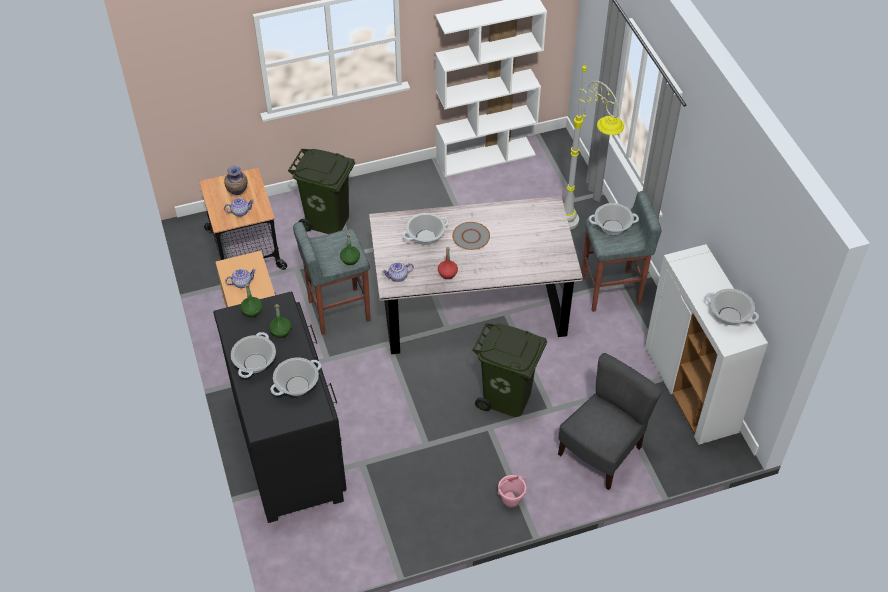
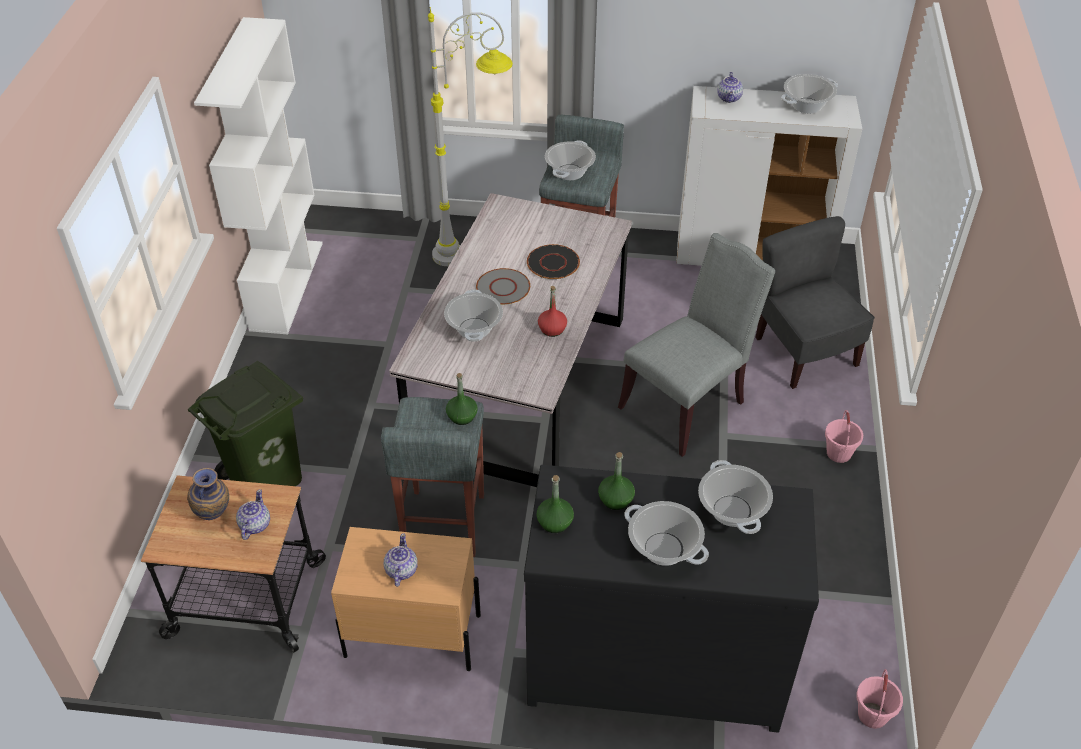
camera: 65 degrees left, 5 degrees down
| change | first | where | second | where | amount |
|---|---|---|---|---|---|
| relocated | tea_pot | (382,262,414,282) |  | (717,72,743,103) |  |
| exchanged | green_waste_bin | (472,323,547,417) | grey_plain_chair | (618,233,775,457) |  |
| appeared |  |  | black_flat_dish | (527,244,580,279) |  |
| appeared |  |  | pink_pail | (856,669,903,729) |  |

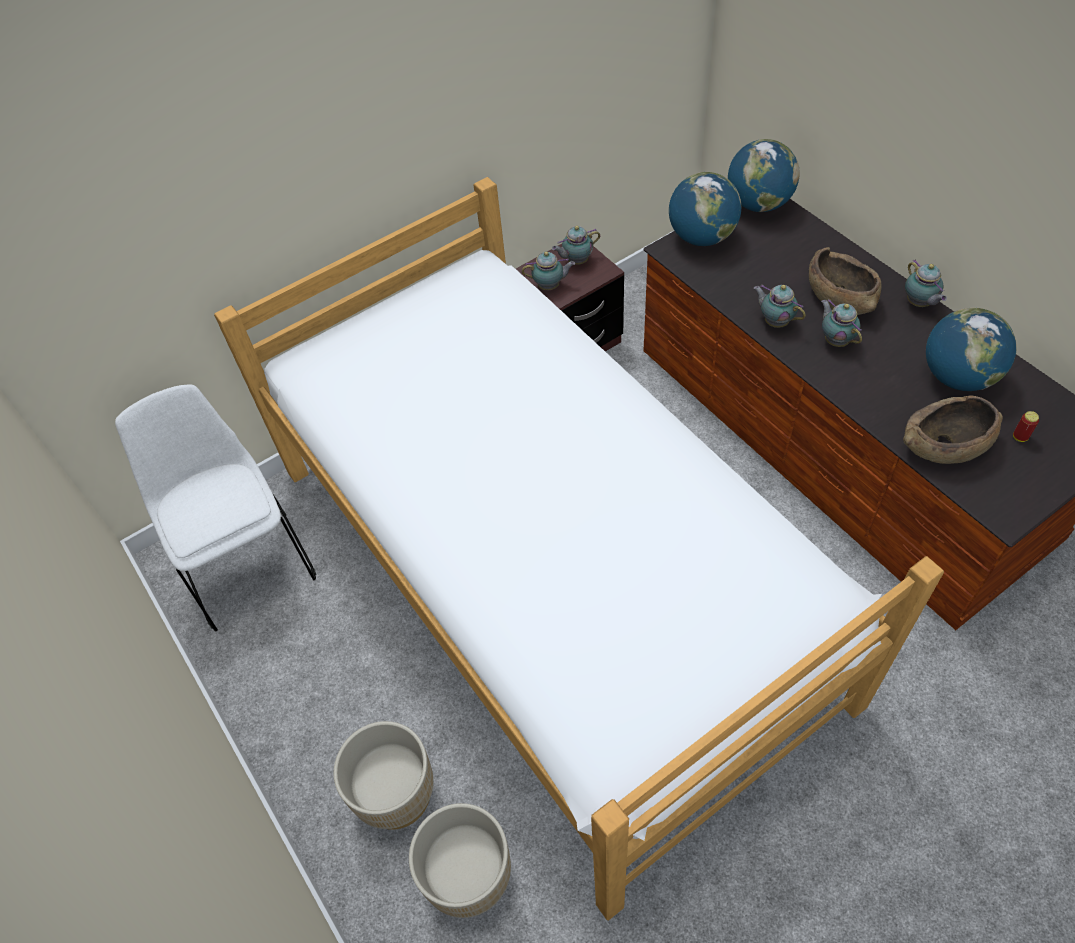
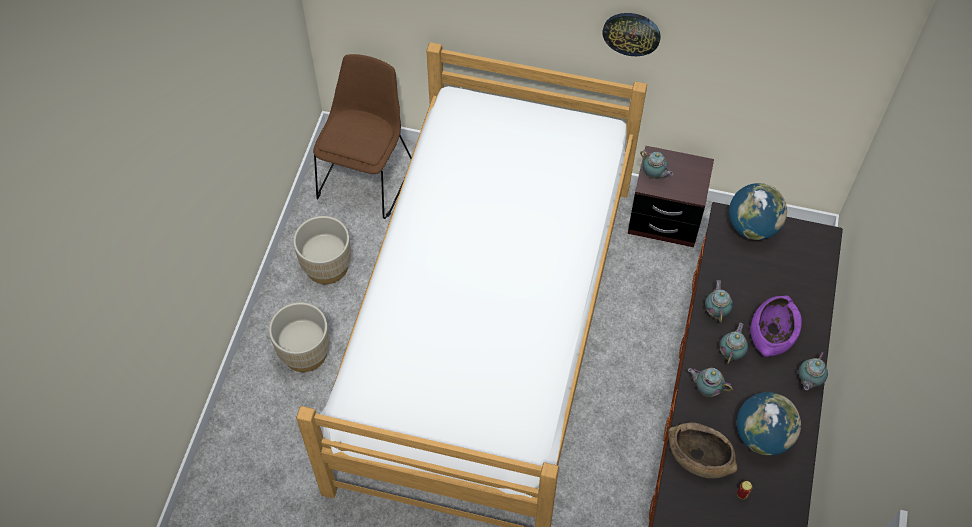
camera: 45 degrees right, 5 degrees up
| change | first | where | second | where | amount |
|---|---|---|---|---|---|
| colour | whitish_plain_chair | (115,384,316,631) | brown-coloured_plain_chair | (313,54,412,219) |  |
| relocated | sand-coloured_planter | (409,803,511,918) |  | (293,216,351,284) |  |
| relocated | tea_pot | (552,226,600,265) |  | (688,368,733,397) |  |
| missing | world_globe | (728,139,800,212) |  |  |  |
| colour | brown-coloured_serving_bowl | (809,247,882,315) | purple_serving_bowl | (750,295,802,357) |  |
| appeared |  |  | wall_clock | (603,13,660,56) |  |

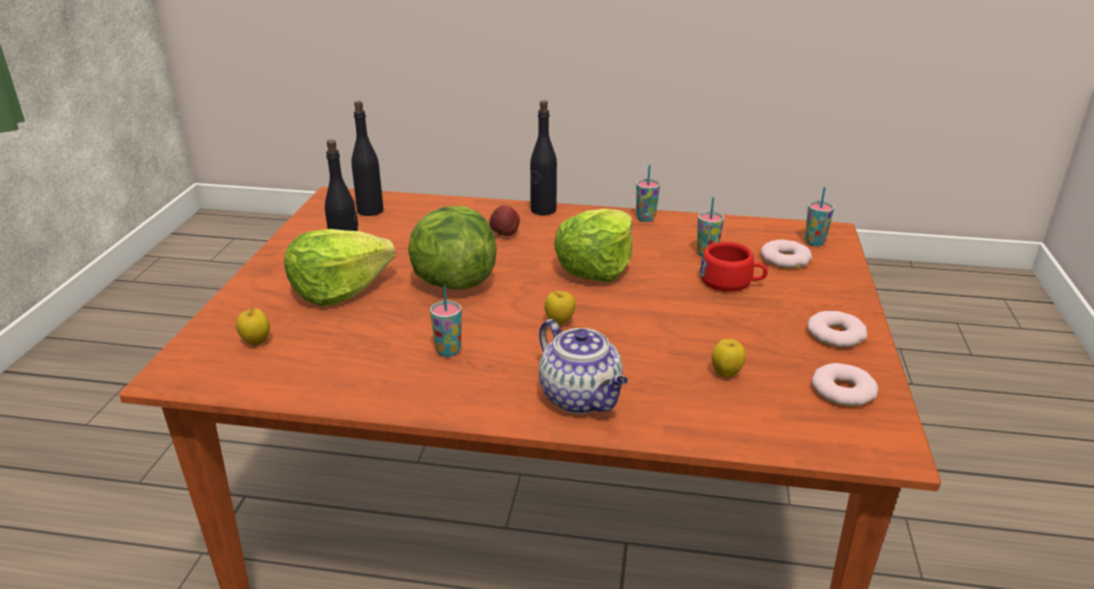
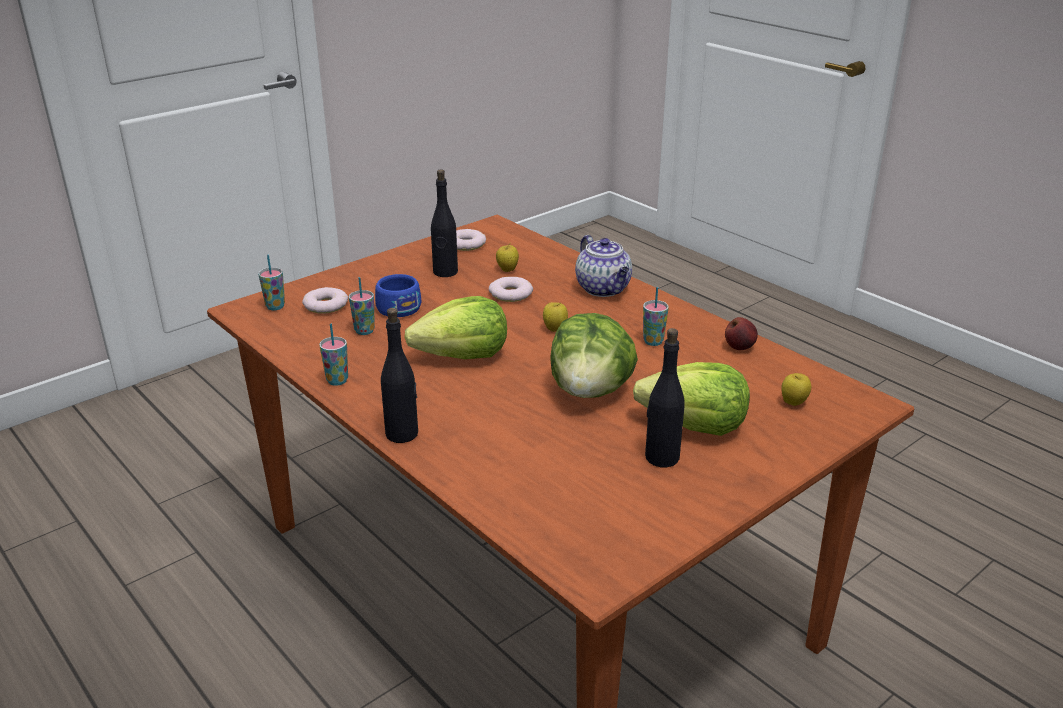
camera: 140 degrees left, 0 degrees up
| change | first | where | second | where | amount |
|---|---|---|---|---|---|
| relocated | black_bottle | (351,101,383,216) |  | (431,170,458,277) |  |
| relocated | whole_apple | (489,205,520,236) |  | (725,317,758,350) |  |
| spun | tea_pot | (539,319,628,414) |  | (575,235,632,297) | 150 degrees clockwise |
| colour | red-coloured_cup | (700,242,768,292) | blue-coloured_cup | (375,274,422,317) |  |
| relocated | donut | (807,311,867,347) |  | (489,277,533,302) |  |

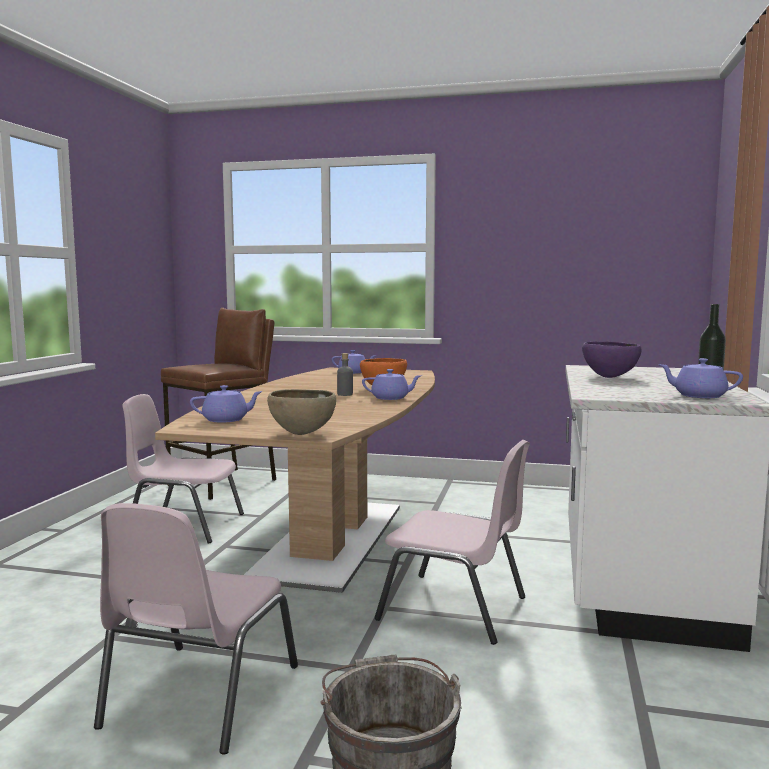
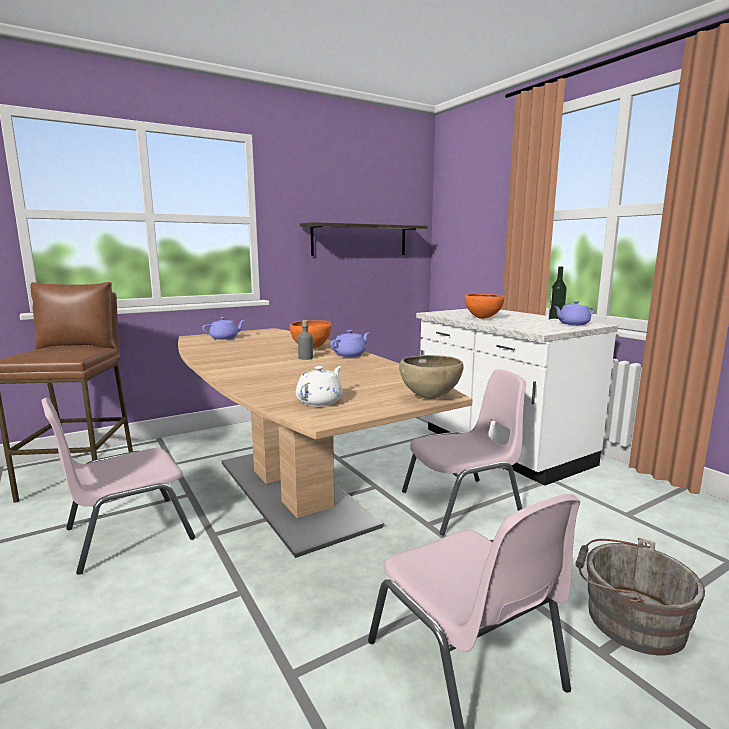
camera: 45 degrees left, 5 degrees up
| change | first | where | second | where | amount |
|---|---|---|---|---|---|
| colour | purple_tea_pot | (190,385,263,423) | whitish_tea_pot | (296,366,343,407) |  |
| colour | purple_serving_bowl | (582,341,641,378) | orangey_serving_bowl | (465,294,504,319) |  |
| appeared |  |  | wall_shelf | (300,222,428,256) |  |

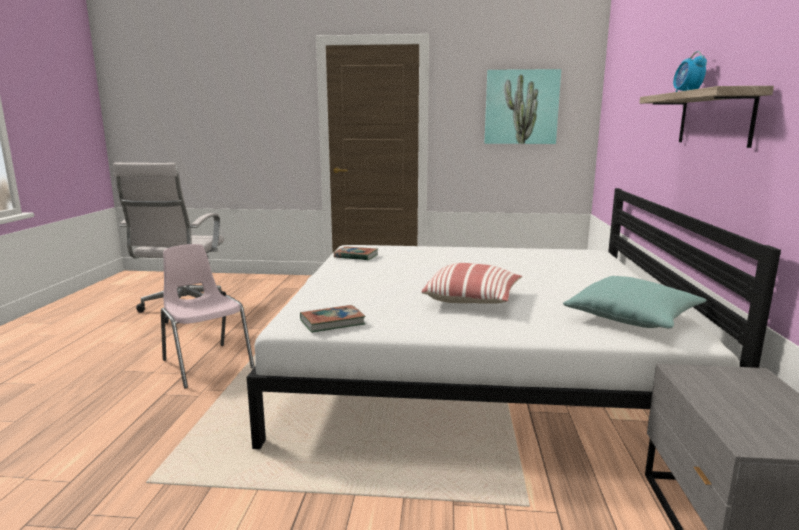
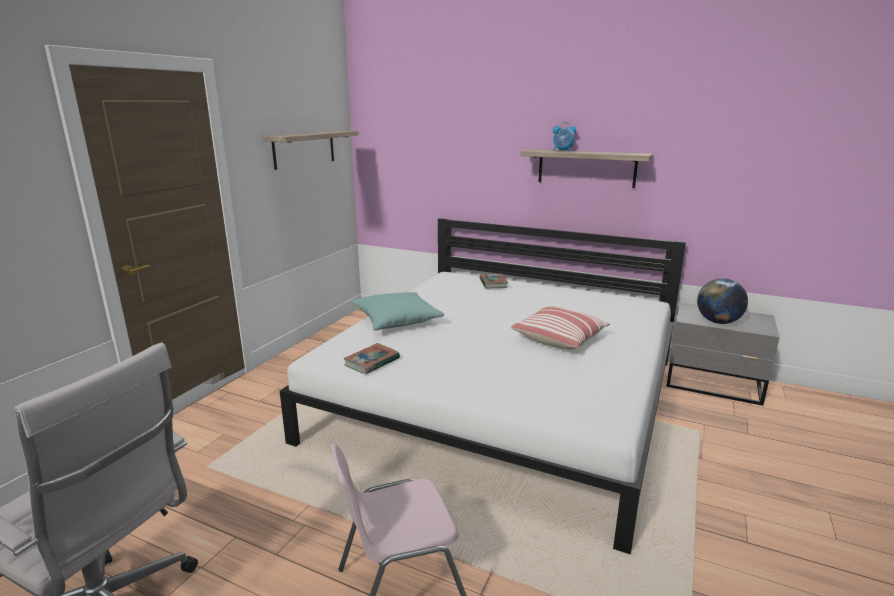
camera: 70 degrees left, 5 degrees up
| change | first | where | second | where | amount |
|---|---|---|---|---|---|
| relocated | book | (300,305,366,333) |  | (479,273,508,289) |  |
| exchanged | picture | (484,69,561,144) | wall_shelf | (262,131,359,170) |  |
| relocated | turquoise-coloured_cushion | (563,276,707,329) |  | (352,292,444,330) |  |
| appeared |  |  | world_globe | (697,278,748,324) |  |

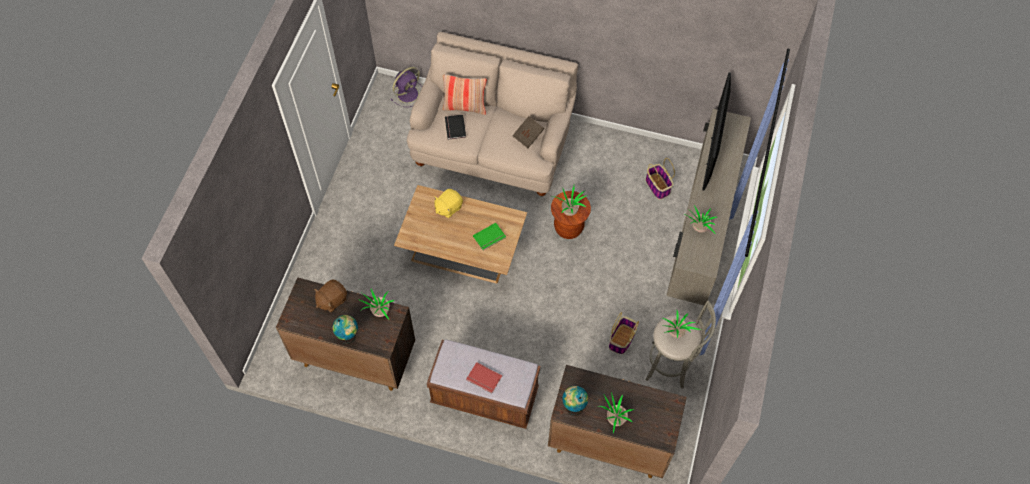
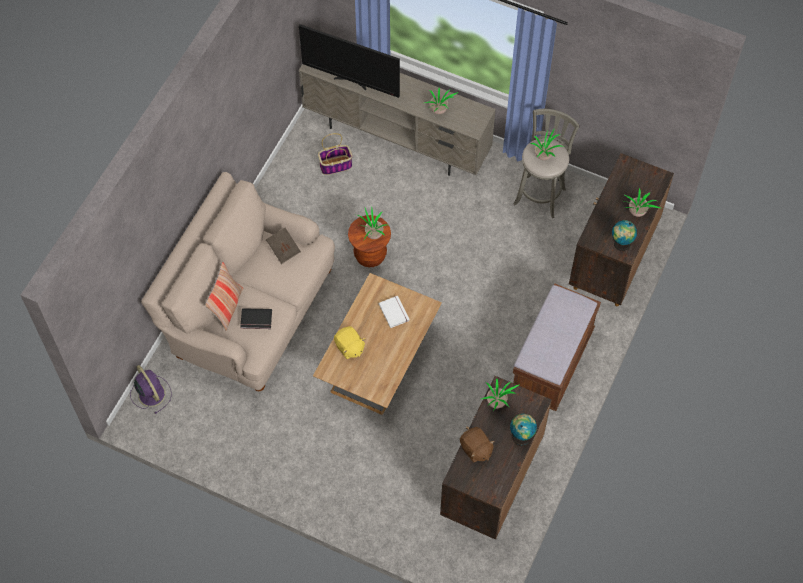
camera: 80 degrees left, 0 degrees up
| change | first | where | second | where | amount |
|---|---|---|---|---|---|
| missing | red-coloured_book | (466,362,502,393) |  |  |  |
| colour | green_book | (473,223,506,250) | whitish_book | (378,296,410,328) |  |
| missing | household_basket | (609,312,639,354) |  |  |  |

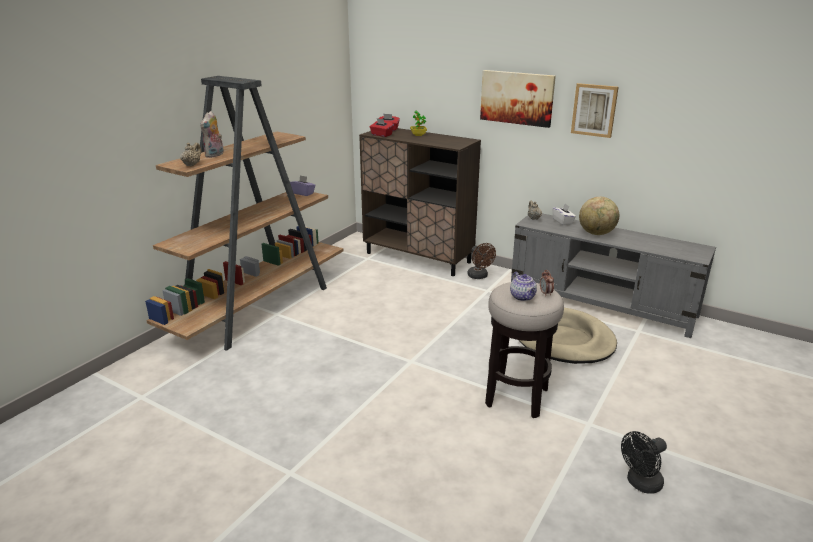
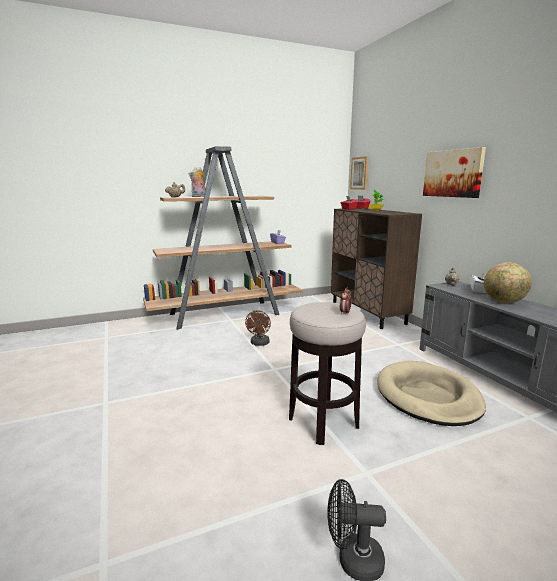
camera: 35 degrees right, 10 degrees down
| change | first | where | second | where | amount |
|---|---|---|---|---|---|
| relocated | brown-coloured_cooling_fan | (467,243,496,279) |  | (245,310,271,346) |  |
| missing | tea_pot | (510,272,537,301) |  |  |  |
| relocated | picture | (571,83,619,138) |  | (350,156,369,190) |  |

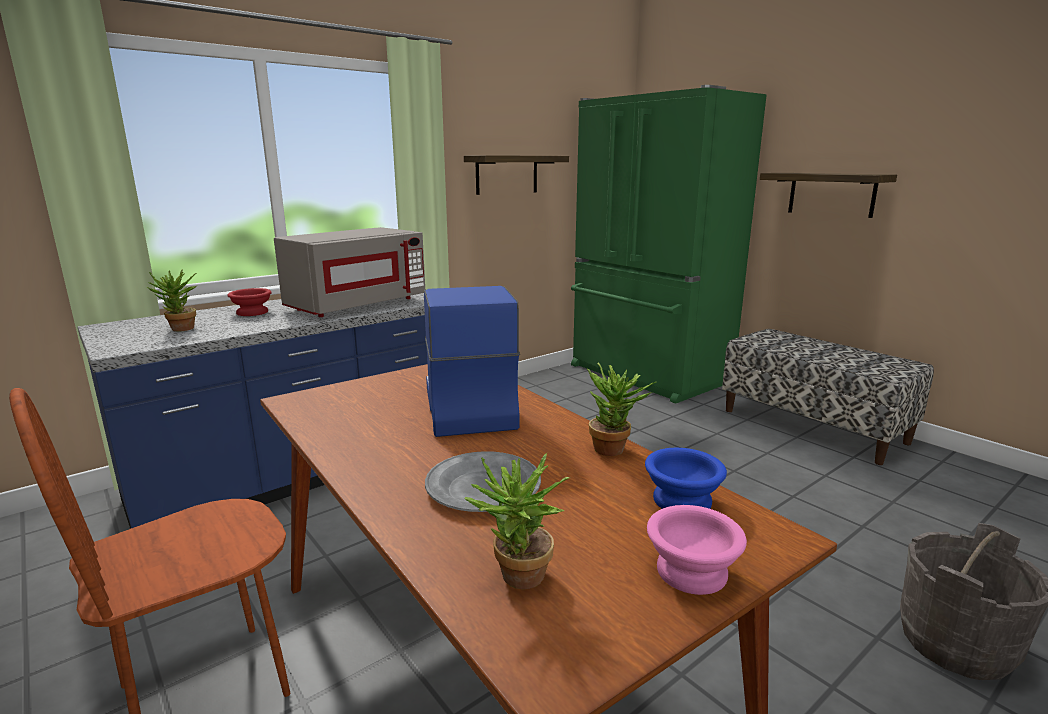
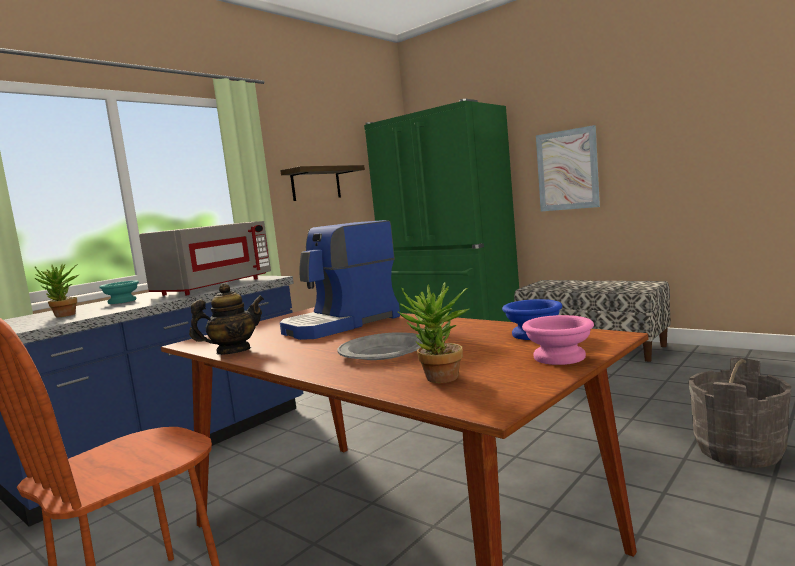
camera: 10 degrees left, 10 degrees down
| change | first | where | second | where | amount |
|---|---|---|---|---|---|
| colour | red-coloured_serving_bowl | (227,288,272,316) | turquoise-coloured_serving_bowl | (99,280,139,304) |  |
| spun | coffee_brewer | (424,286,520,437) |  | (280,220,400,340) | 105 degrees counterclockwise |
| missing | plant_in_a_pot | (587,363,657,456) |  |  |  |
| exchanged | wall_shelf | (760,173,897,218) | picture | (536,125,600,211) |  |
| appeared |  |  | tea_pot | (189,283,264,355) |  |

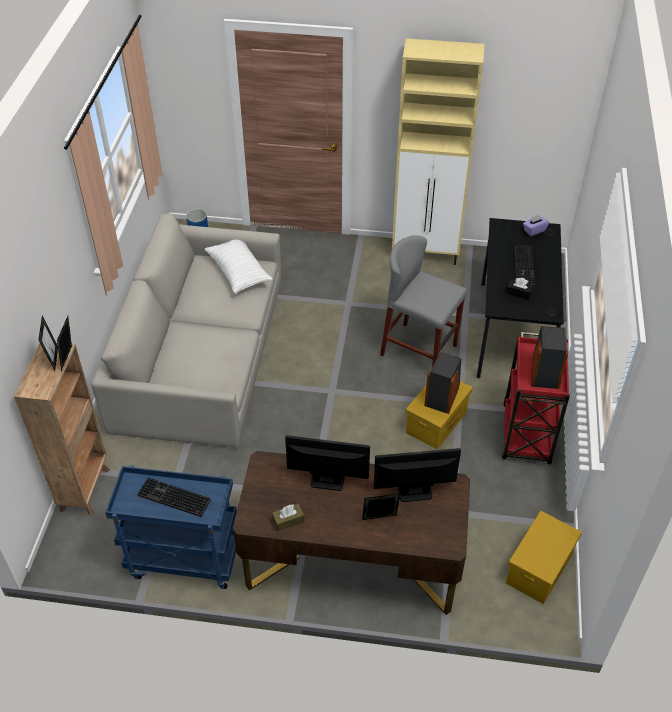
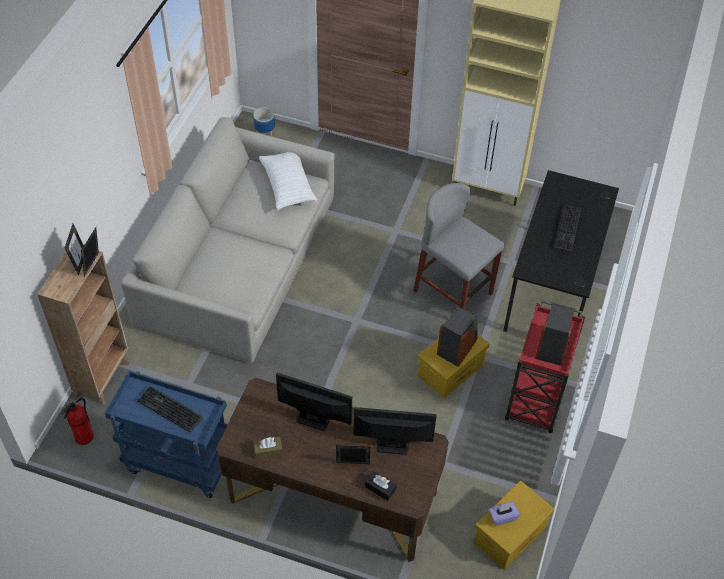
camera: 10 degrees right, 5 degrees up
| change | first | where | second | where | amount |
|---|---|---|---|---|---|
| relocated | black_box_of_tissues | (506,278,533,300) |  | (365,471,396,501) |  |
| relocated | purple_box_of_tissues | (523,214,549,236) |  | (489,502,520,526) |  |
| appeared |  |  | fire-fighting_cylinder | (61,398,94,445) |  |

